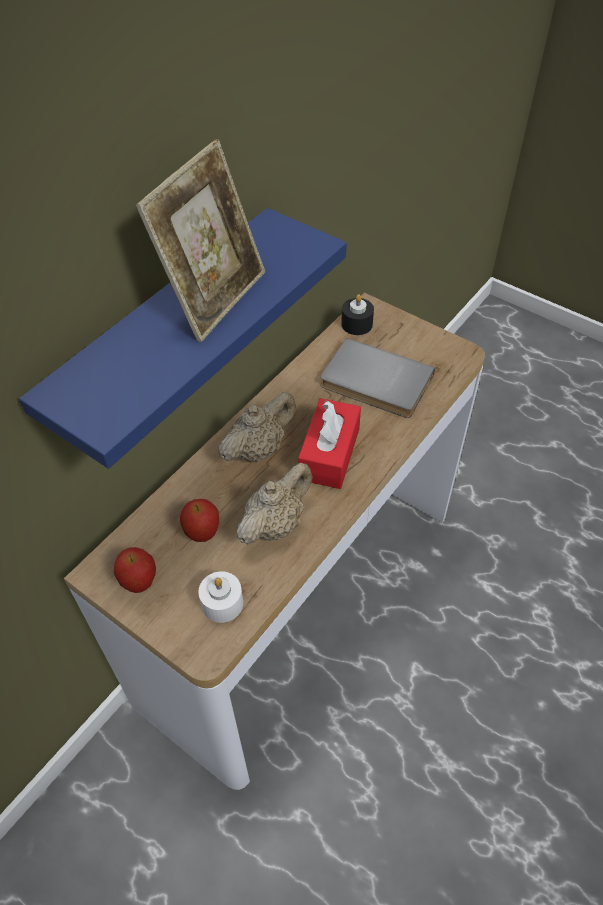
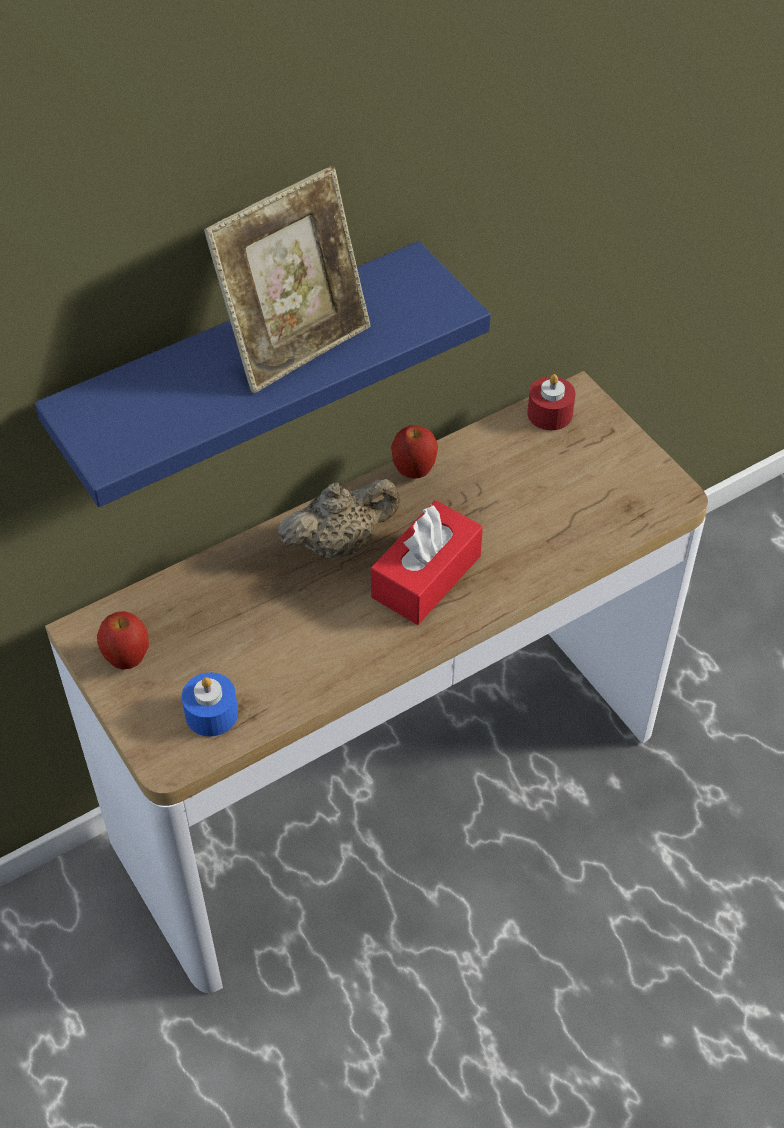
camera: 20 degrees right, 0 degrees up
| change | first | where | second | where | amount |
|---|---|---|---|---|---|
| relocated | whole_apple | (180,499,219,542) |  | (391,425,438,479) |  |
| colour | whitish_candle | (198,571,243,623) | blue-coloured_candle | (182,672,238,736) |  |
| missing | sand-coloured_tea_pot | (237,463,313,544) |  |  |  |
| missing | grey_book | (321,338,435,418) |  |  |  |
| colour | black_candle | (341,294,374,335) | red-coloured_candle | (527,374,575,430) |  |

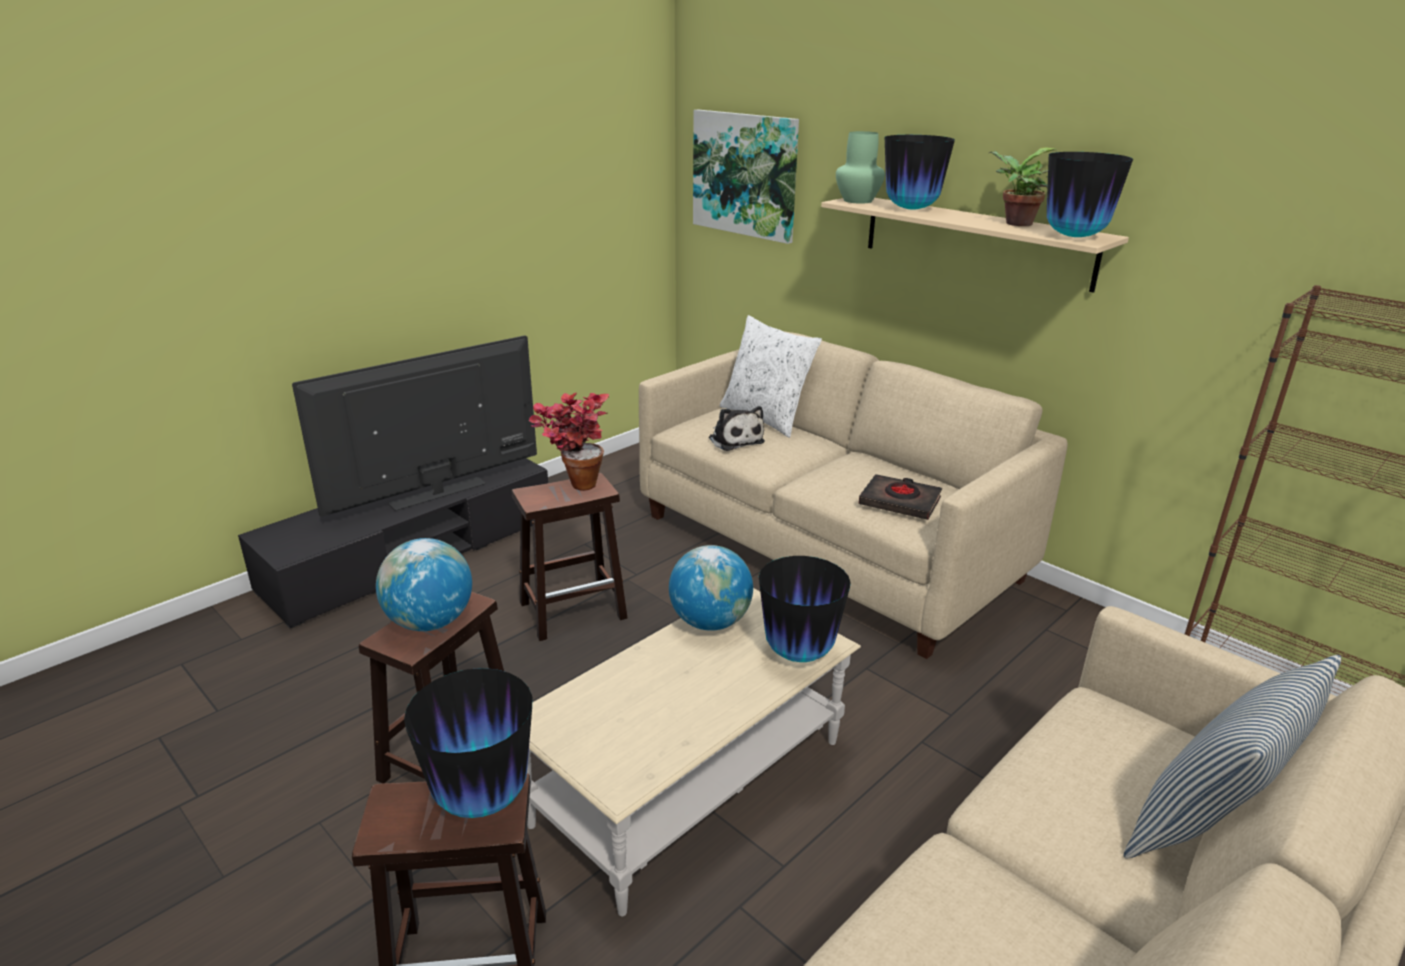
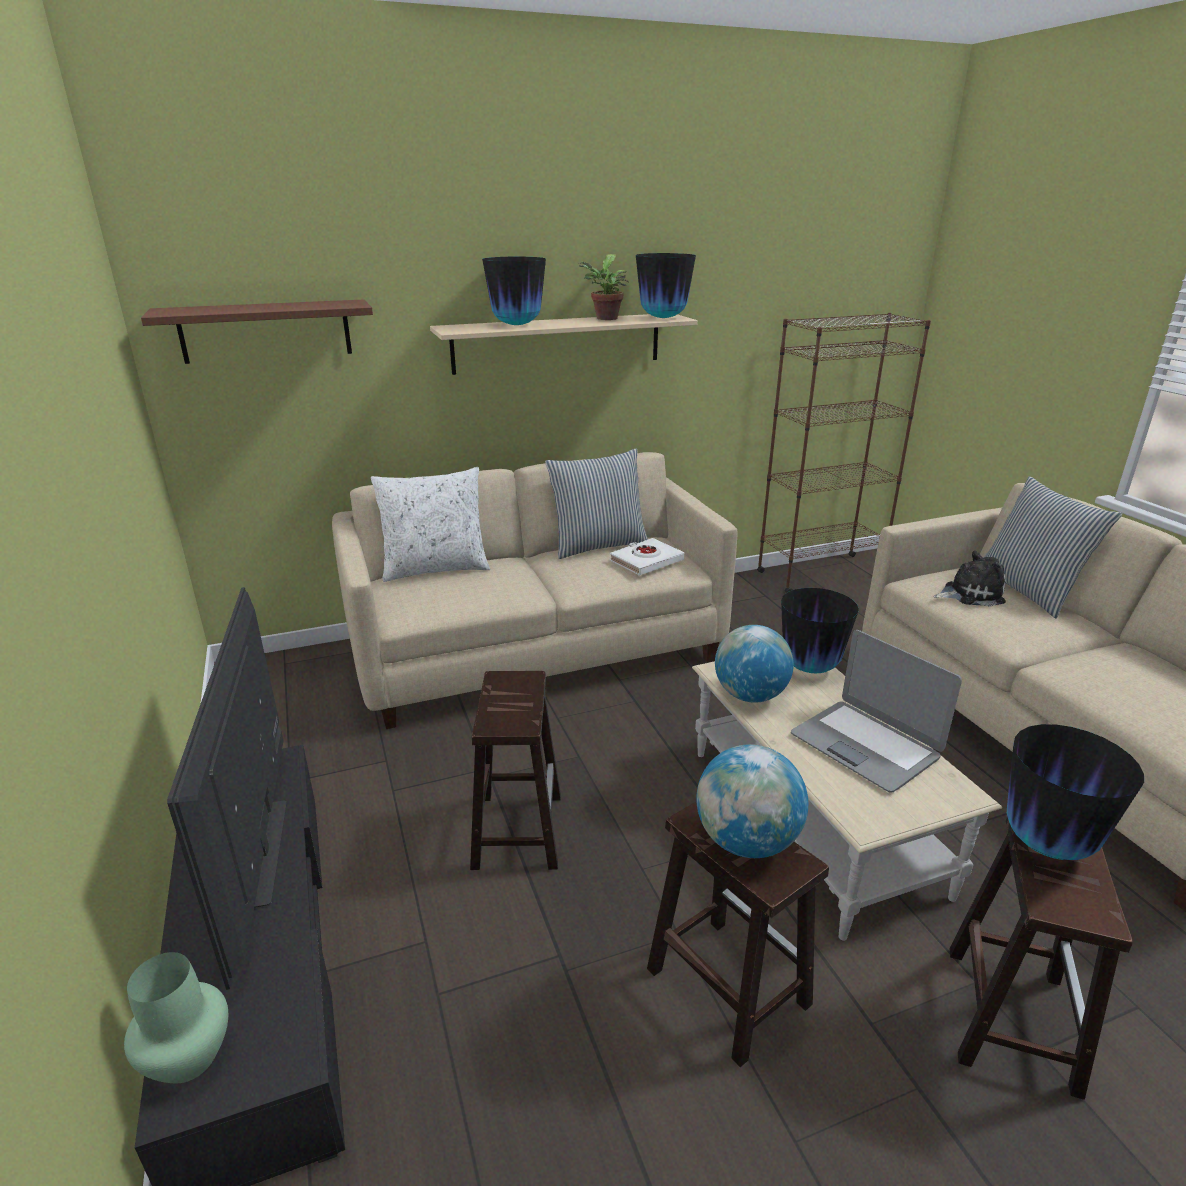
camera: 65 degrees left, 0 degrees up
| change | first | where | second | where | amount |
|---|---|---|---|---|---|
| missing | plant_in_a_pot | (528,393,609,491) |  |  |  |
| exchanged | picture | (693,109,799,244) | brown-coloured_wall_shelf | (141,299,373,364) |  |
| relocated | soft_toy | (709,406,765,451) |  | (934,550,1006,607) |  |
| relocated | green_decorative_vase | (836,131,885,204) |  | (124,952,228,1084) |  |
| colour | black_book | (859,474,942,520) | whitish_book | (610,538,684,576) |  |
| appeared |  |  | cushion | (545,448,648,559) |  |
| appeared |  |  | notebook_computer | (791,630,962,793) |  |

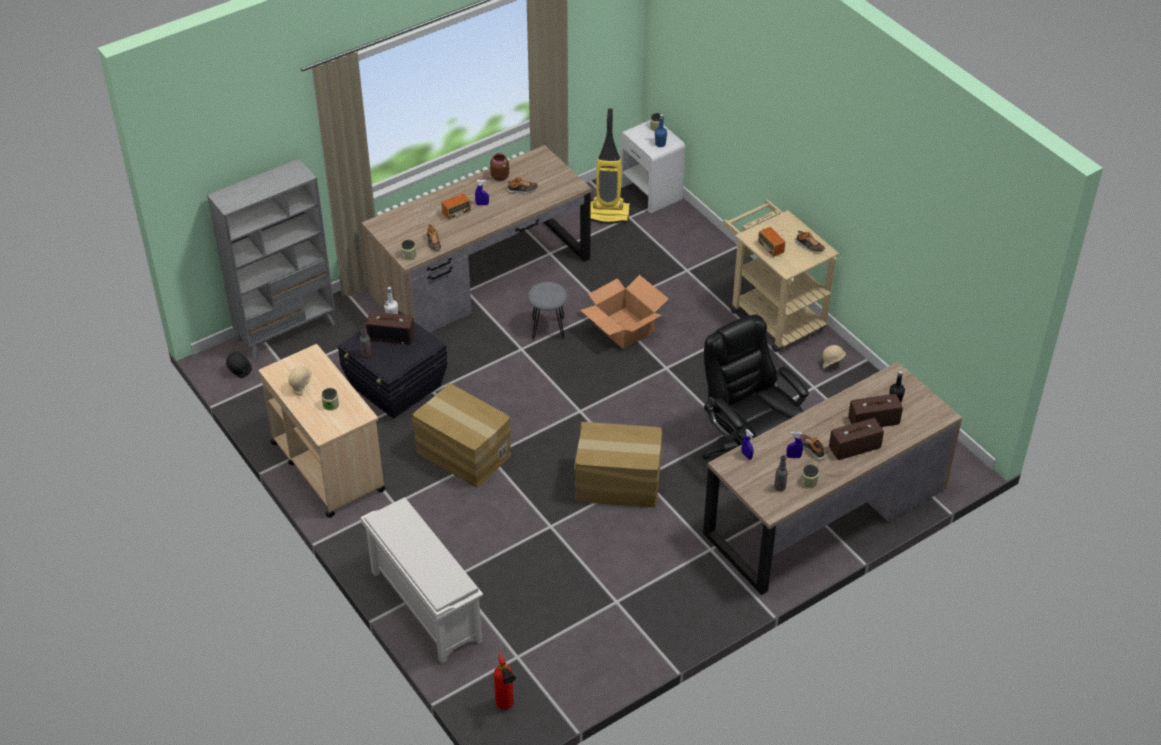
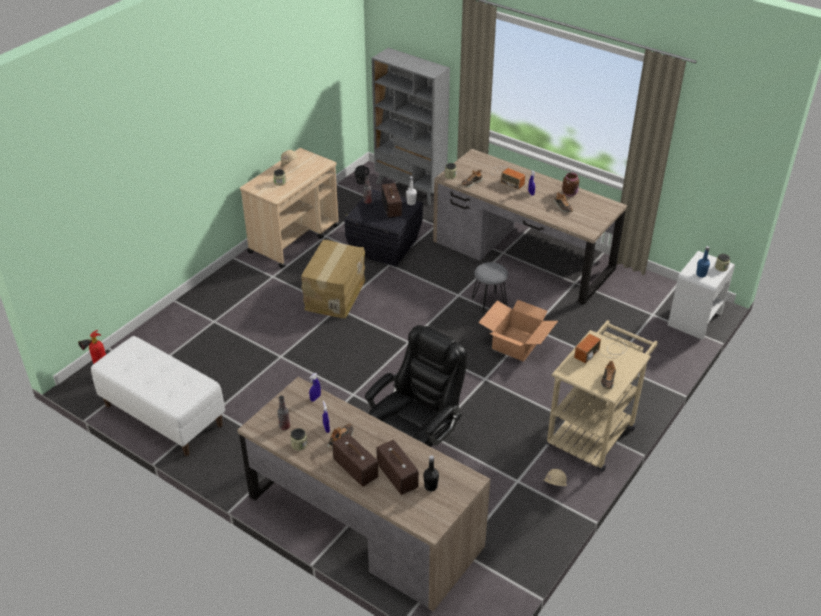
camera: 70 degrees right, 5 degrees down
| change | first | where | second | where | amount |
|---|---|---|---|---|---|
| missing | whitish_shoe_shelf | (360,497,483,664) |  |  |  |
| missing | cardboard_box | (574,422,662,507) |  |  |  |
| missing | hoover | (590,108,630,224) |  |  |  |
| appeared |  |  | whitish_bench | (91,336,225,456) |  |

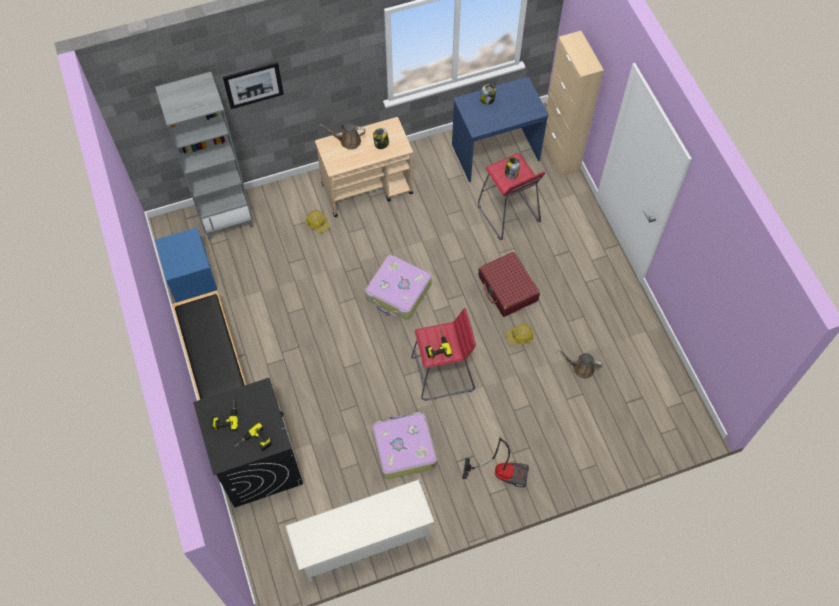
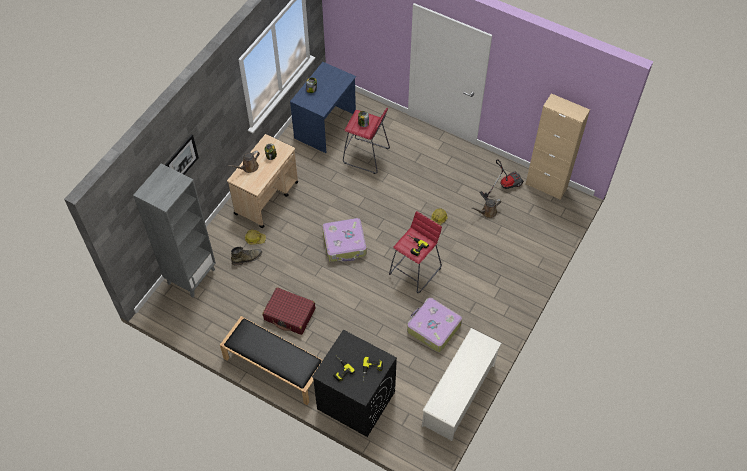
camera: 40 degrees left, 5 degrees down
| change | first | where | second | where | amount |
|---|---|---|---|---|---|
| missing | blue-coloured_night_table | (155,227,218,303) |  |  |  |
| relocated | hoover | (462,438,529,487) |  | (479,159,524,200) |  |
| relocated | red-coloured_suitcase | (479,252,540,317) |  | (262,287,315,335) |  |
| relocated | sand-coloured_storage_cabinet | (543,31,604,177) |  | (526,93,590,200) |  |
| appeared |  |  | green_high-top_boot | (231,247,262,266) |  |

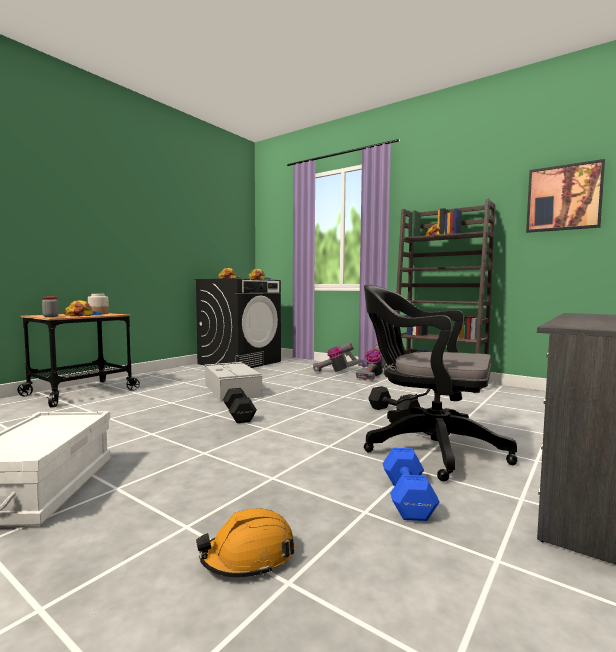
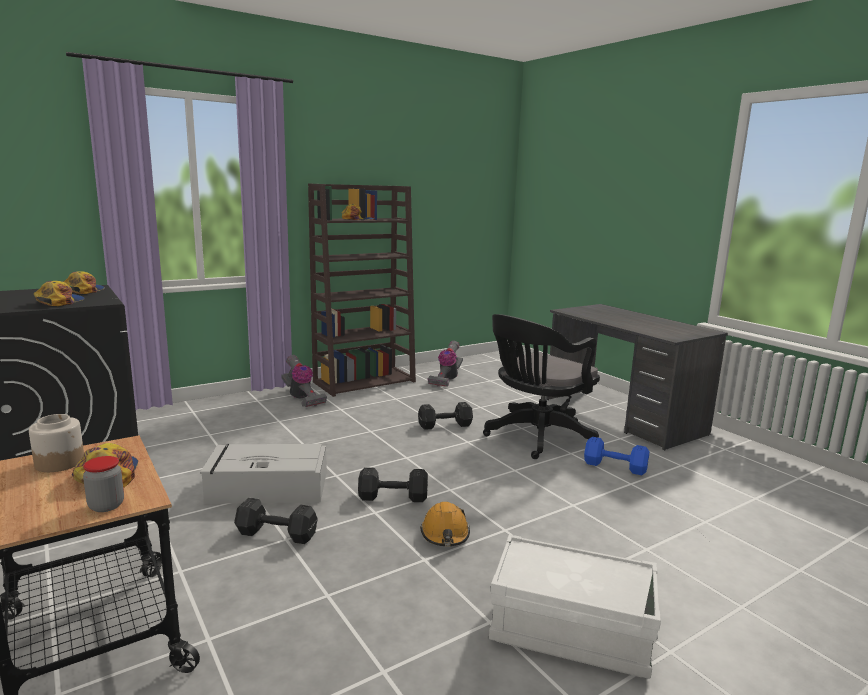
camera: 70 degrees left, 10 degrees up
| change | first | where | second | where | amount |
|---|---|---|---|---|---|
| relocated | orangey_safety_helmet | (196,508,295,577) |  | (420,502,470,546) |  |
| relocated | hoover | (313,342,362,372) |  | (428,341,463,387) |  |
| missing | picture | (526,159,605,233) |  |  |  |
| appeared |  |  | black_free_weight | (234,498,318,544) |  |

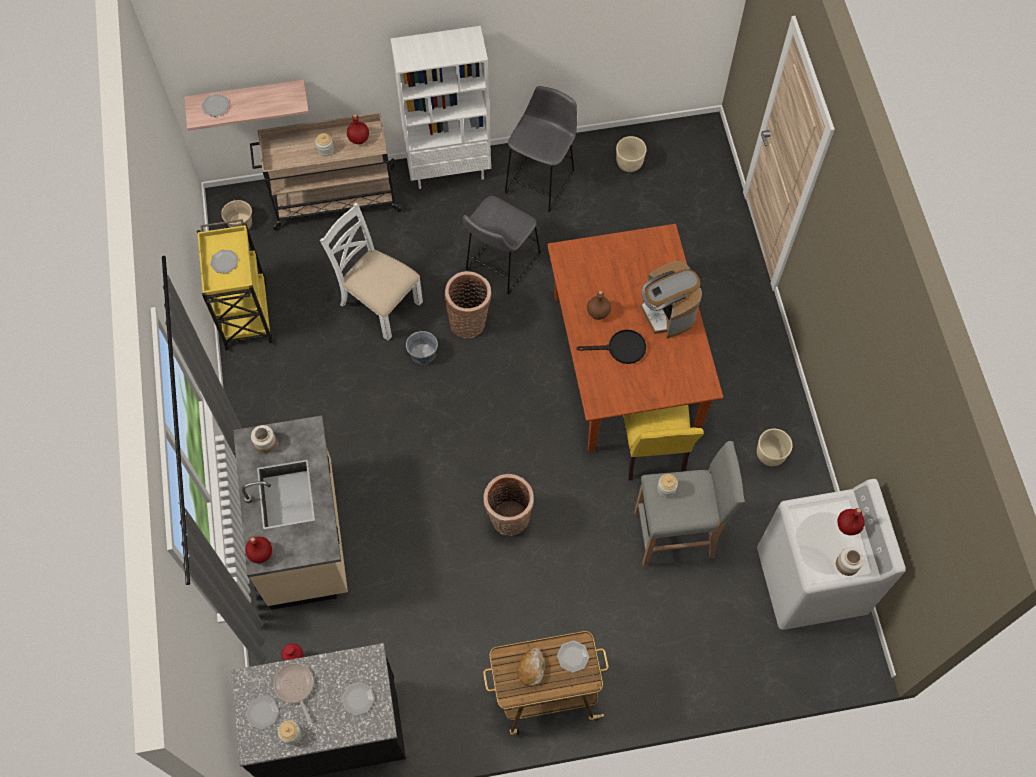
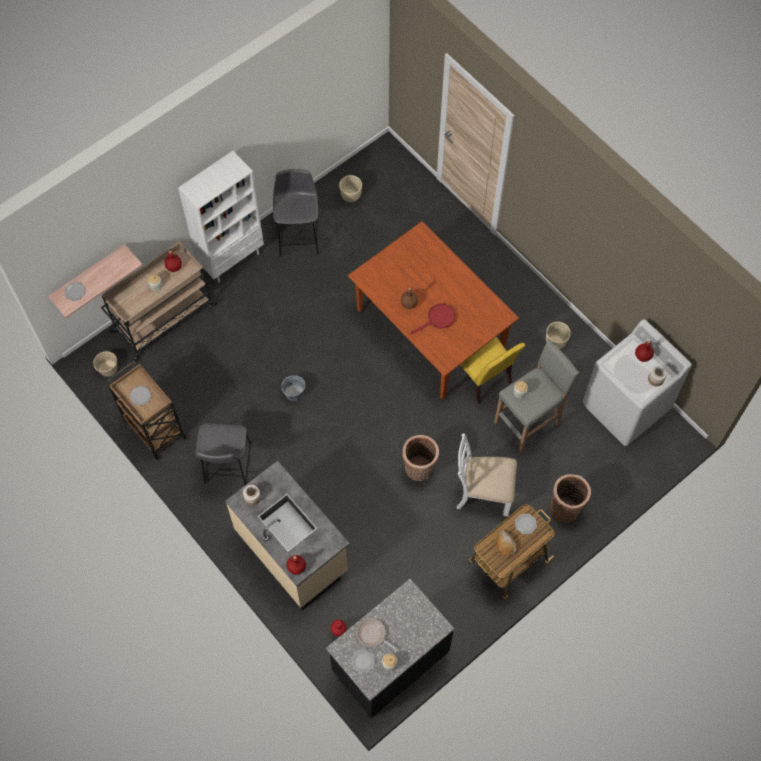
camera: 30 degrees left, 0 degrees up
| change | first | where | second | where | amount |
|---|---|---|---|---|---|
| colour | yellow-coloured_trolley | (197,219,273,351) | brown-coloured_trolley | (107,361,187,460) |  |
| relocated | whitish_plain_chair | (320,203,423,341) |  | (457,434,517,516) |  |
| missing | flat_dish | (341,682,375,716) |  |  |  |
| relocated | household_basket | (445,271,492,339) |  | (550,474,591,524) |  |
| relocated | grey_stool | (463,196,541,295) |  | (195,423,251,486) |  |
| colour | black_pan | (576,330,646,364) | red-coloured_pan | (410,304,455,334) |  |
| missing | coffee_brewer | (640,261,702,339) |  |  |  |

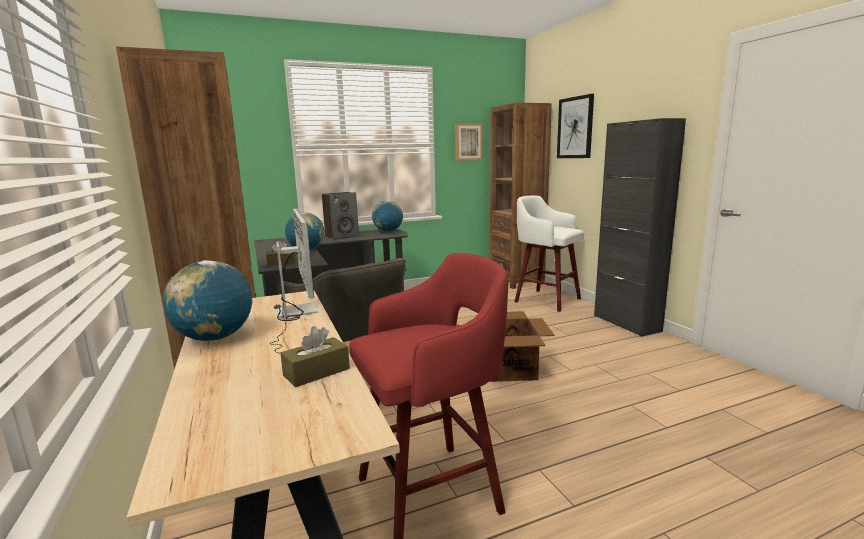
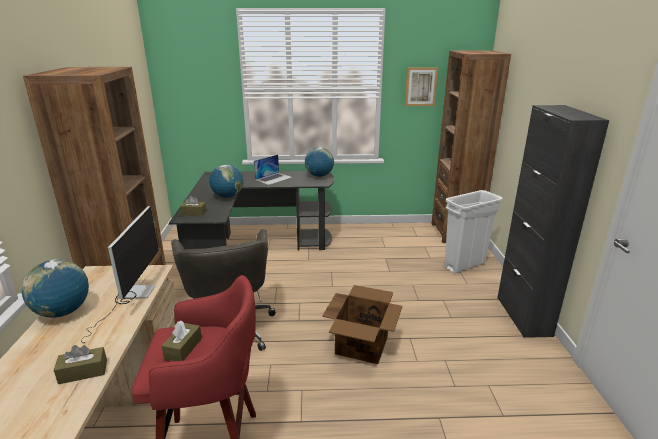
camera: 20 degrees right, 10 degrees up
| change | first | where | second | where | amount |
|---|---|---|---|---|---|
| exchanged | audio_speaker | (322,192,359,240) | notebook_computer | (254,155,292,185) |  |
| exchanged | whitish_stool | (515,195,584,312) | whitish_waste_bin | (444,190,503,273) |  |
| missing | picture | (557,94,594,158) |  |  |  |
| appeared |  |  | brown-coloured_box_of_tissues | (162,321,202,361) |  |

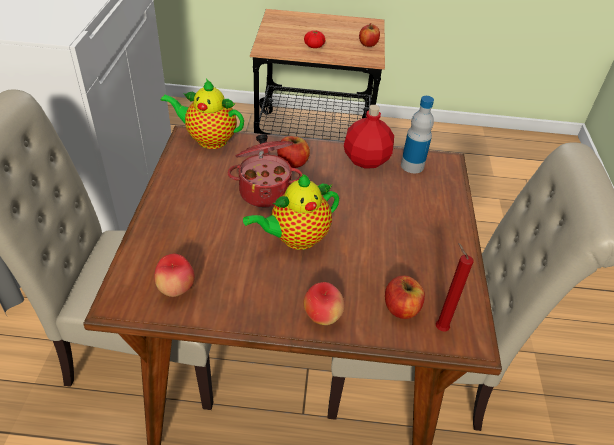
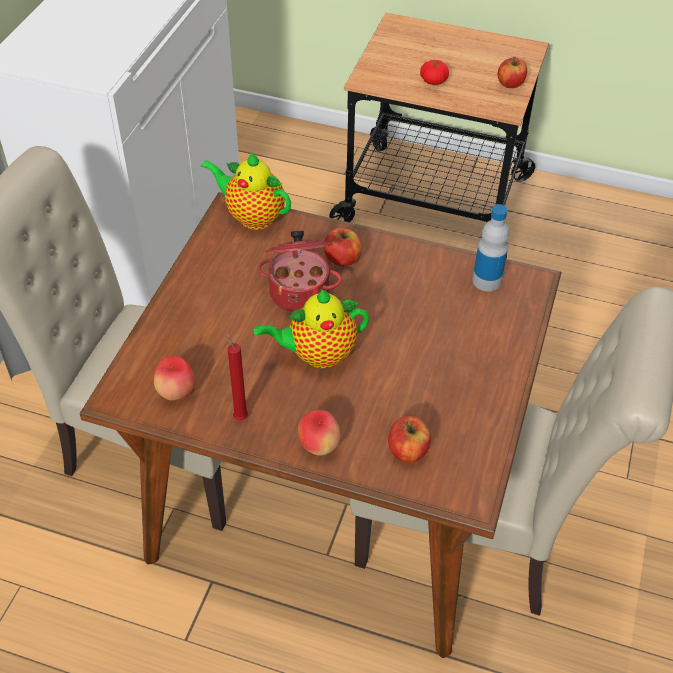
camera: 15 degrees right, 5 degrees up
| change | first | where | second | where | amount |
|---|---|---|---|---|---|
| missing | red-coloured_bottle | (344,105,394,169) |  |  |  |
| relocated | red-coloured_candle | (436,243,474,332) |  | (226,331,248,421) |  |

